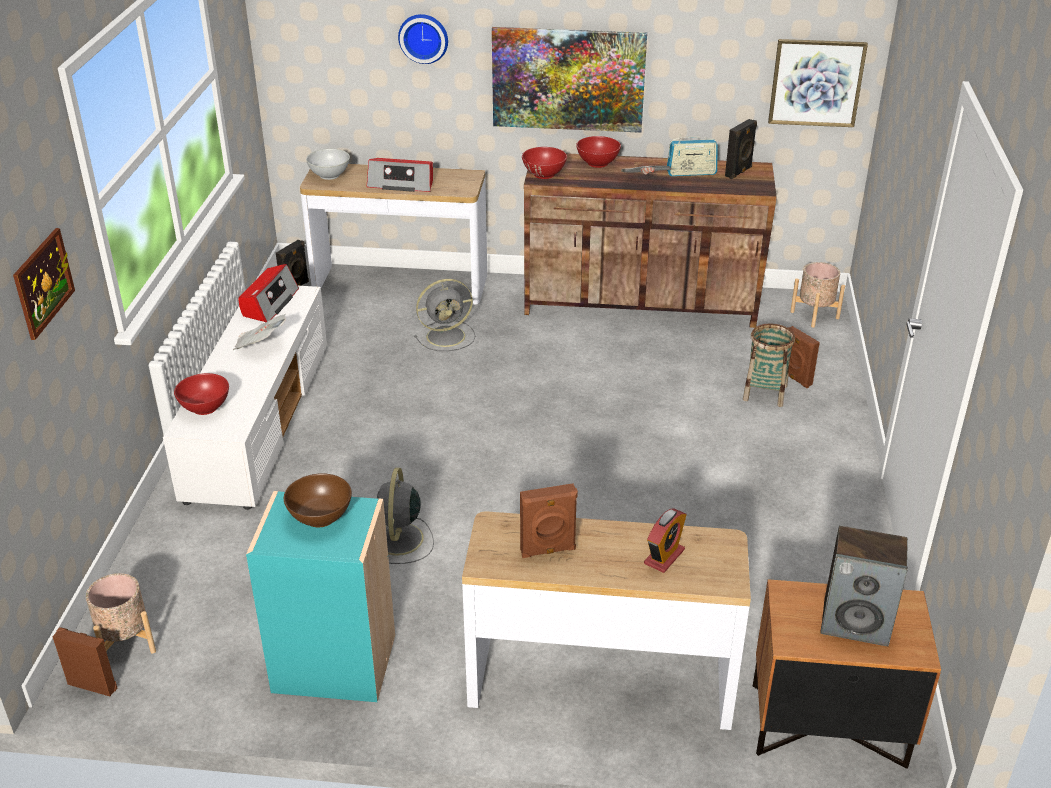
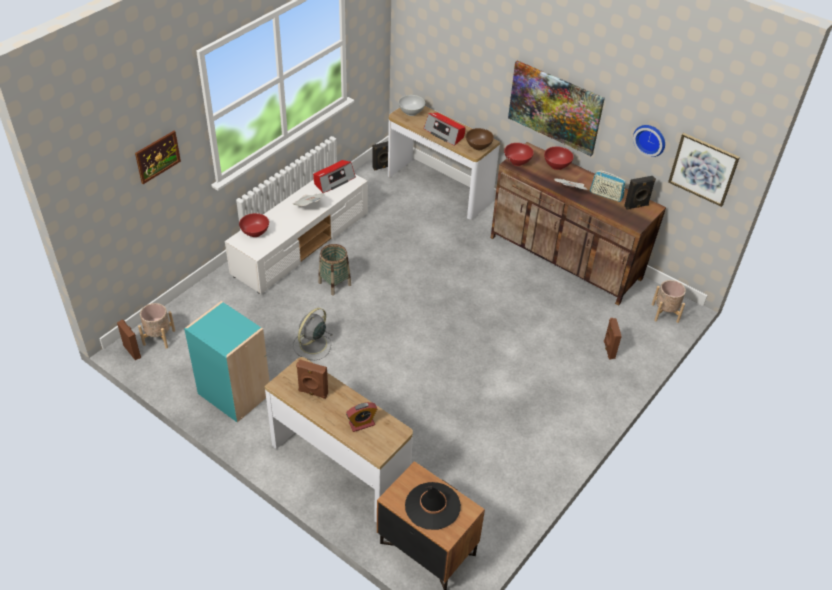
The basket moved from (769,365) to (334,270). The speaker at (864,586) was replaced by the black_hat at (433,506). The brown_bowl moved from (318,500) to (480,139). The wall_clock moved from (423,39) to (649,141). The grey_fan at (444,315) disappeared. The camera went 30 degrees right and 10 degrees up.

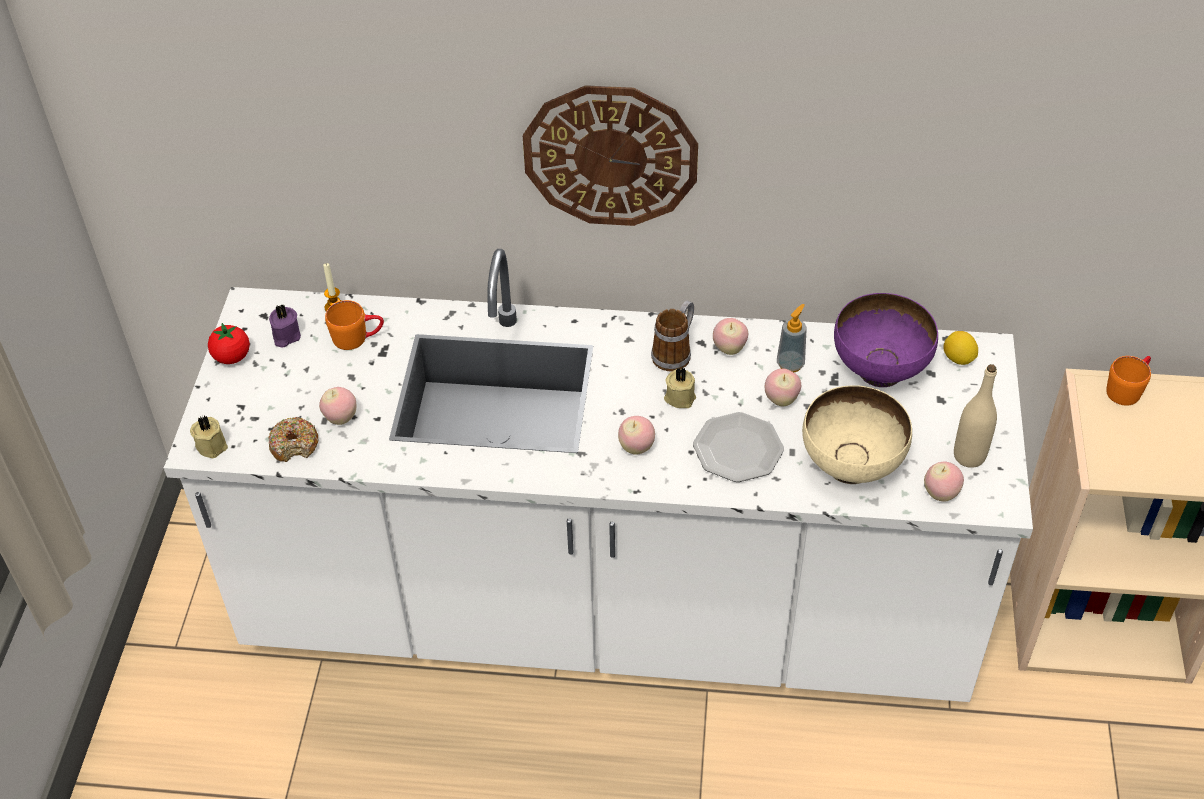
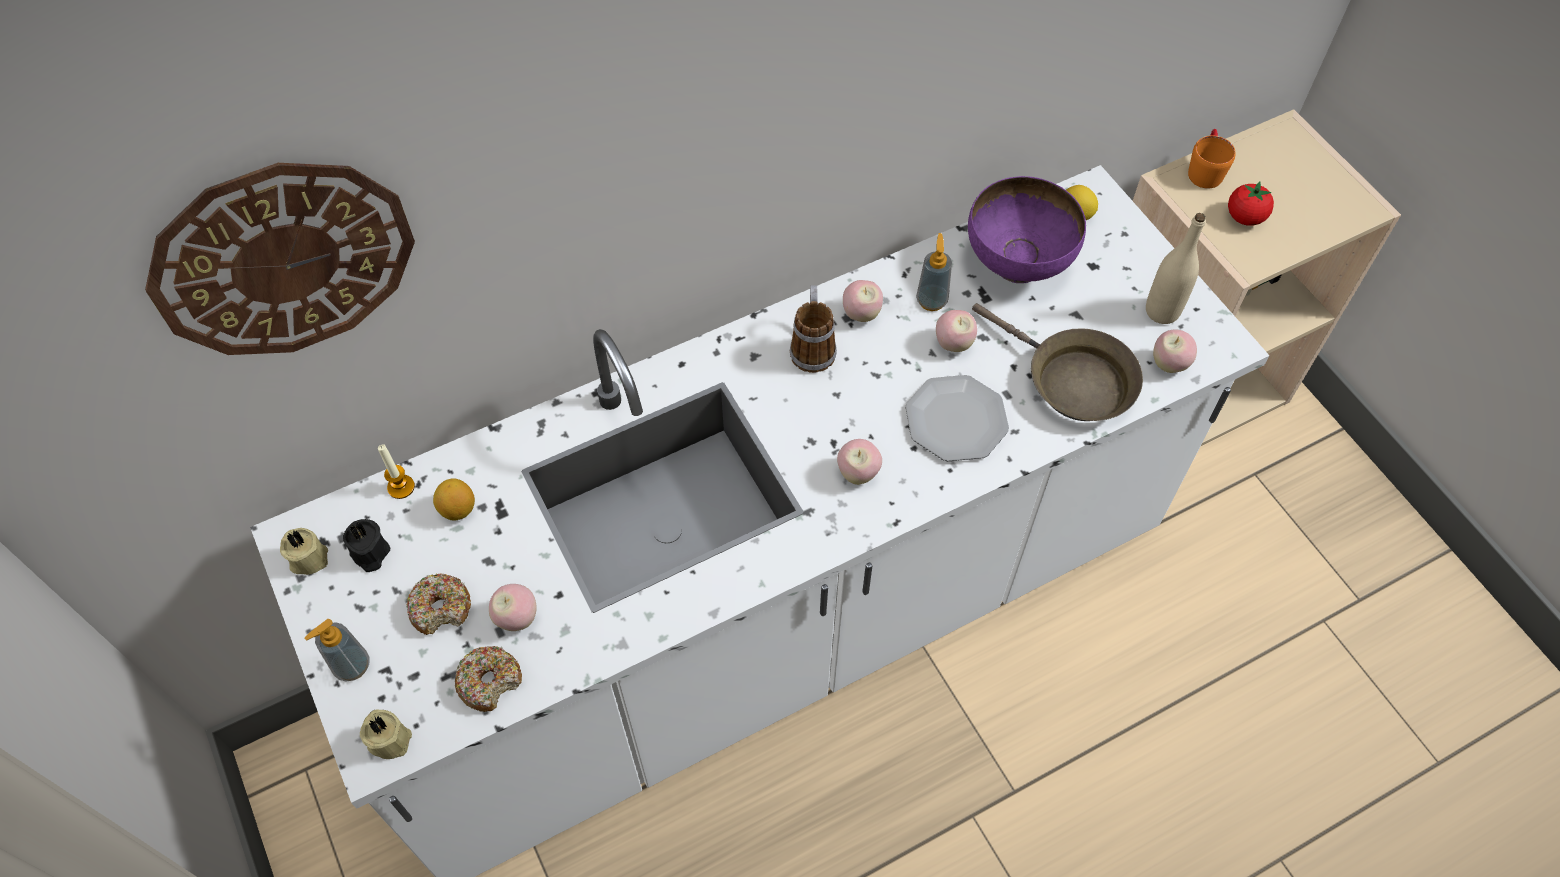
The wall_clock moved from (610,155) to (280,259). The beige_candle moved from (680,387) to (304,551). The soap_dispenser at (337,650) appeared. The purple_candle at (285,326) became the black_candle at (366,545). The donut at (438,604) appeared. The orange_mug at (354,325) was replaced by the lemon at (454,499). The beige_bowl at (857,434) was replaced by the brown_frying_pan at (1057,362). The tomato moved from (229,343) to (1251,203). The camera went 35 degrees left and 10 degrees up.

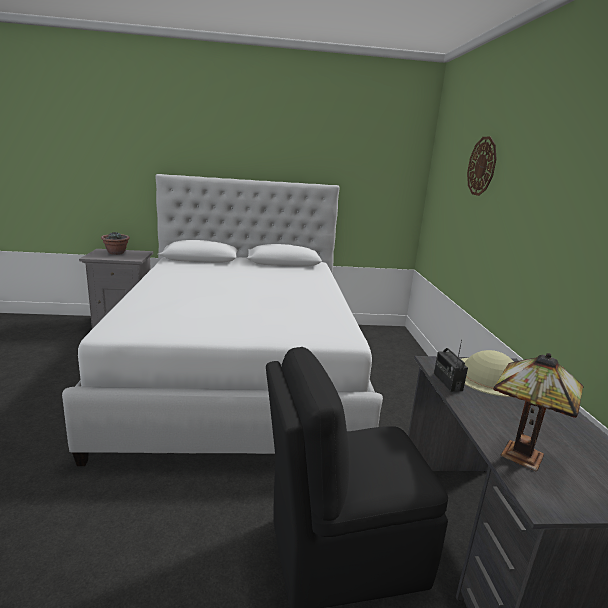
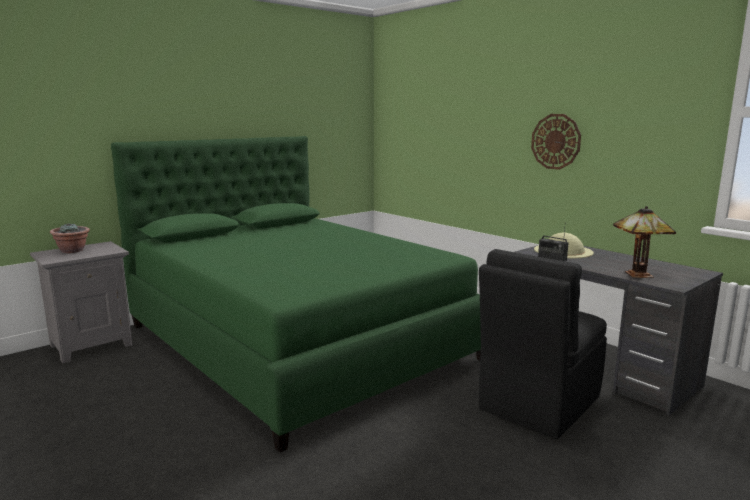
The white_bed at (222,320) became the green_bed at (296,294). The wall_clock moved from (482,166) to (556,142). The camera went 35 degrees left and 5 degrees down.

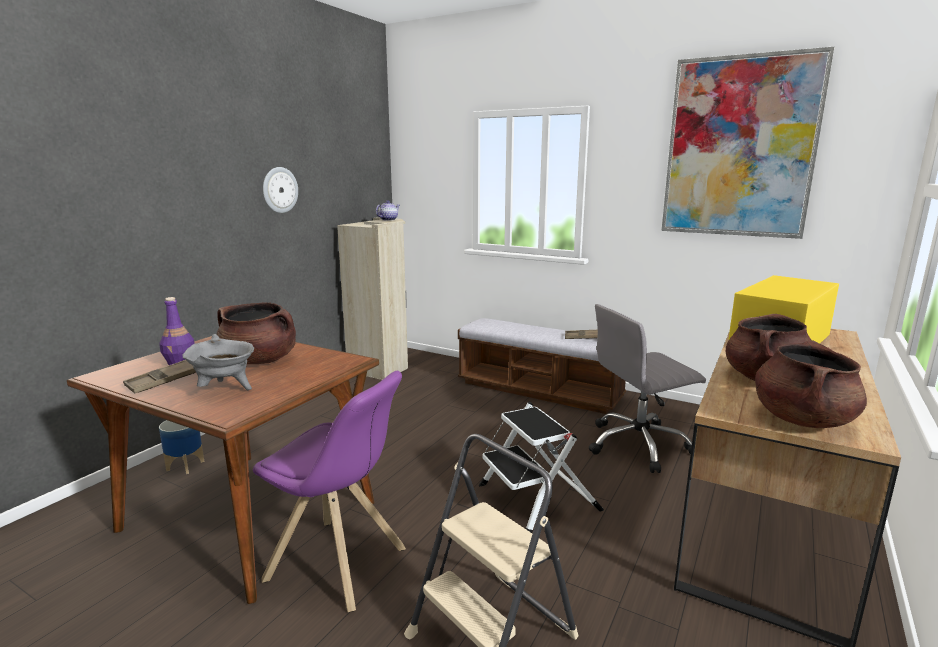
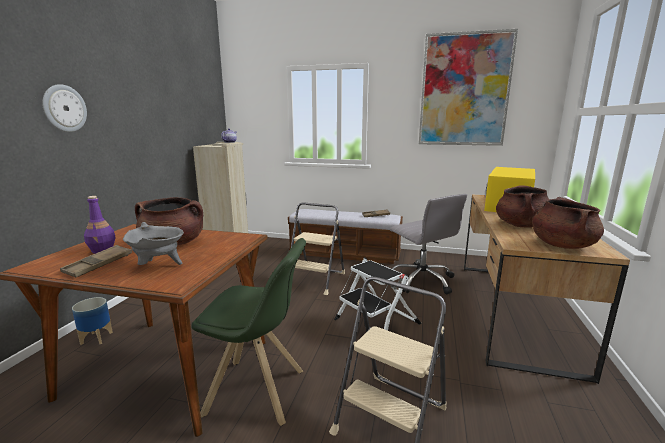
The wall_clock moved from (280,190) to (64,108). The purple_chair at (329,491) became the green_chair at (249,332). The beige_step_ladder at (318,248) appeared. The grey_office_chair at (647,388) turned 90 degrees counterclockwise. The camera went 15 degrees left and 0 degrees up.

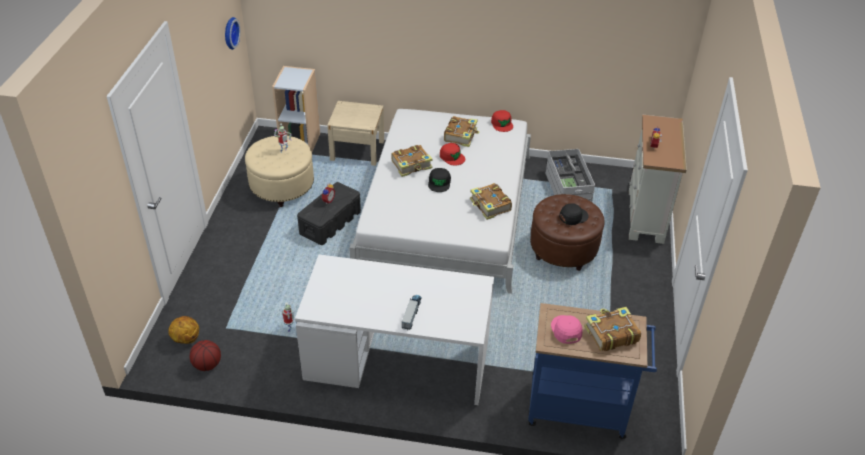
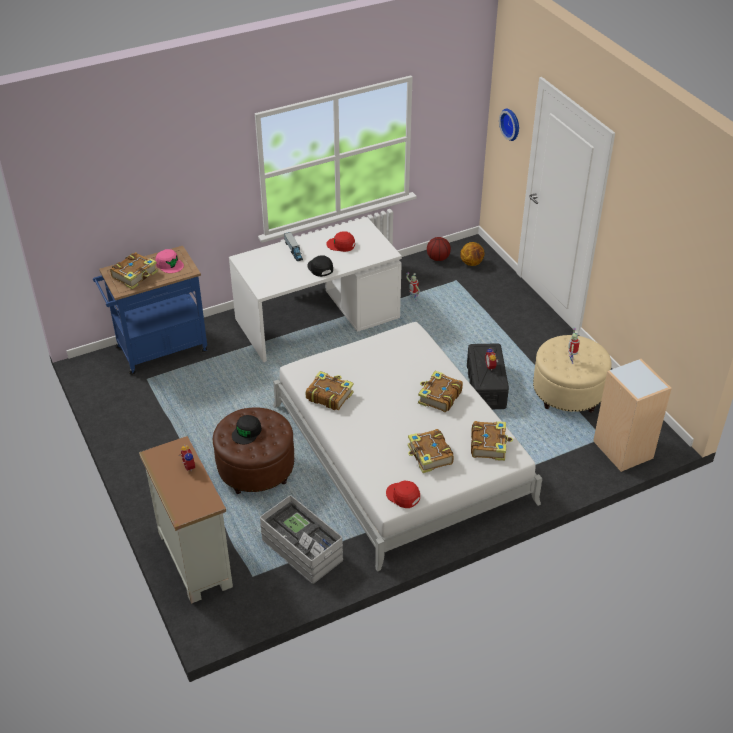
The black_cap moved from (439,180) to (320,266). The red_cap moved from (452,154) to (340,241). The book at (492,441) appeared. The wall_clock moved from (233,33) to (509,125). The beige_nightstand at (355,133) disappeared. The camera went 145 degrees right and 0 degrees up.

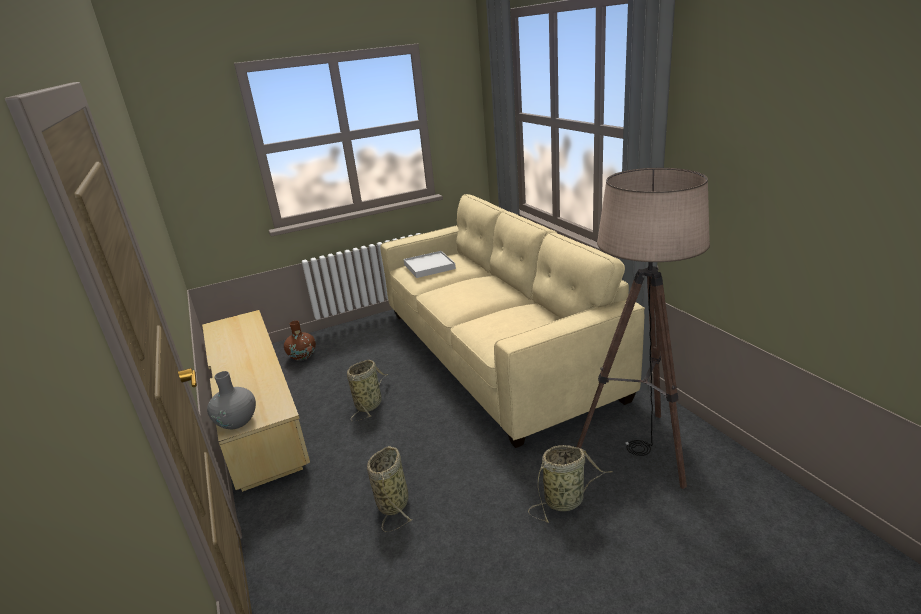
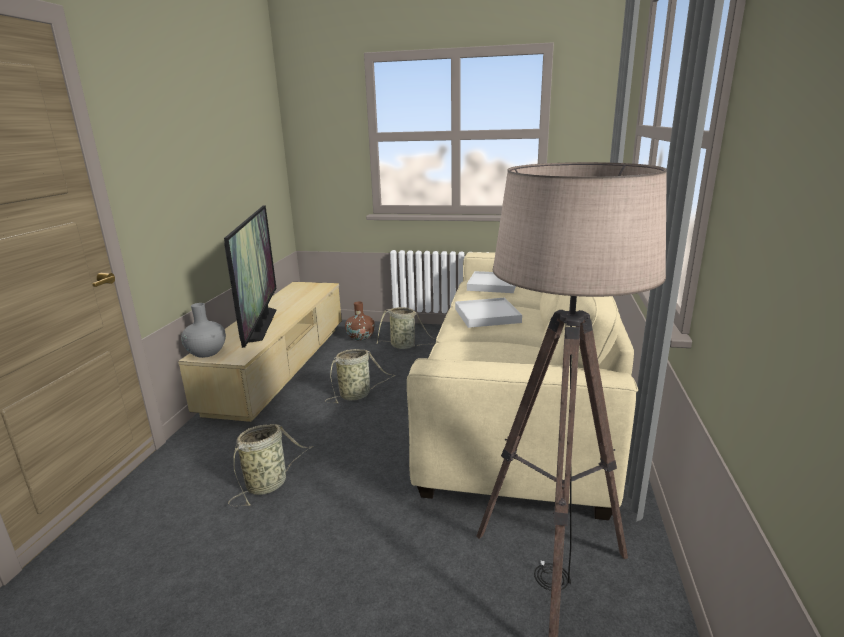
The television at (250,276) appeared. The basket moved from (570,484) to (406,328). The white_tray at (488,313) appeared. The camera went 35 degrees right and 5 degrees down.

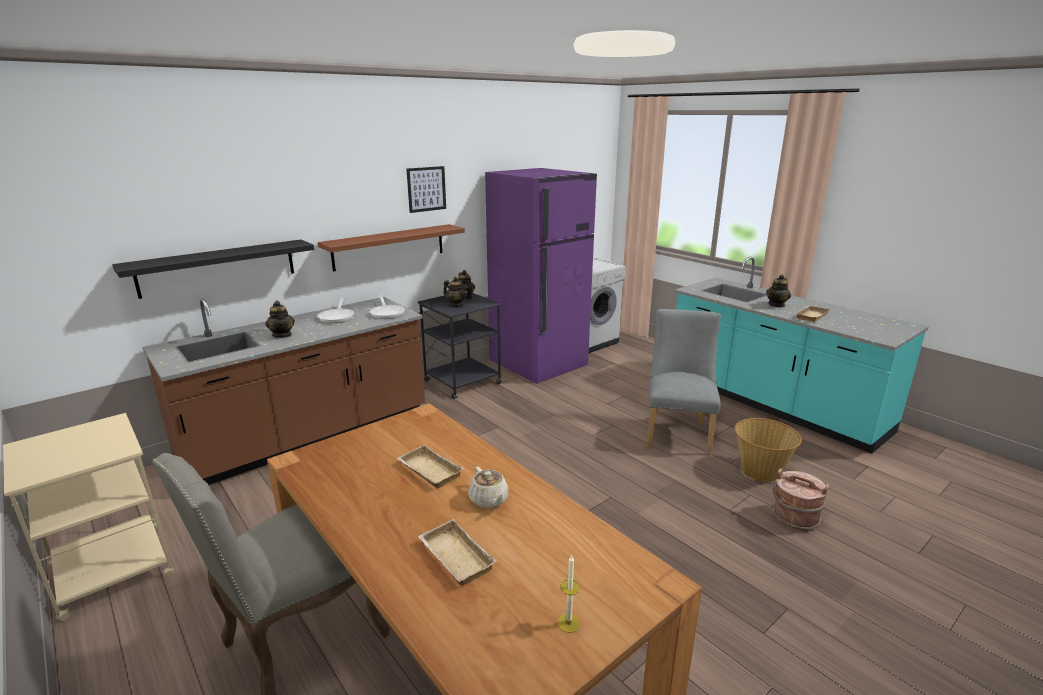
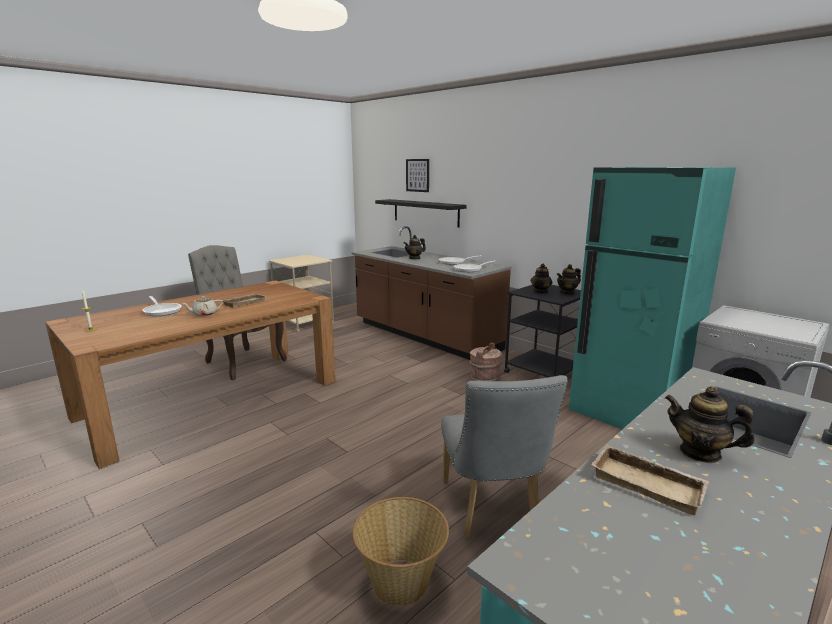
The beige_tray at (457,552) was replaced by the frying_pan at (162,306). The picture moved from (426,189) to (417,175). The grey_chair at (684,381) turned 75 degrees clockwise. The brown_bucket moved from (800,499) to (485,362). The purple_fridge at (541,276) became the turquoise_fridge at (652,298). The brown_shelf at (391,248) disappeared. The camera went 85 degrees right and 5 degrees down.

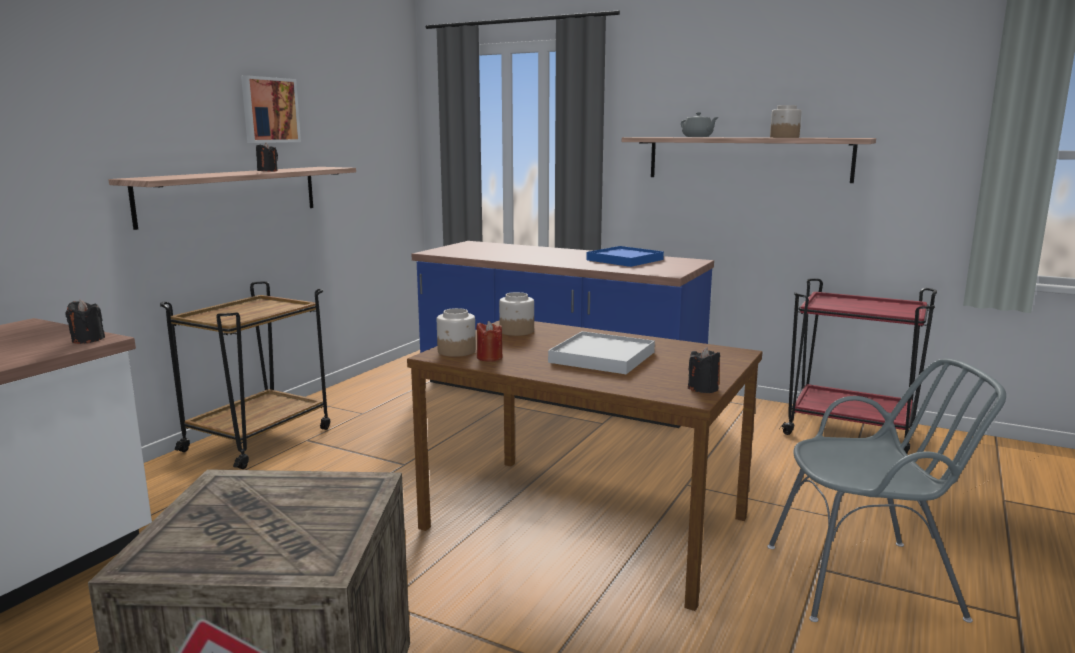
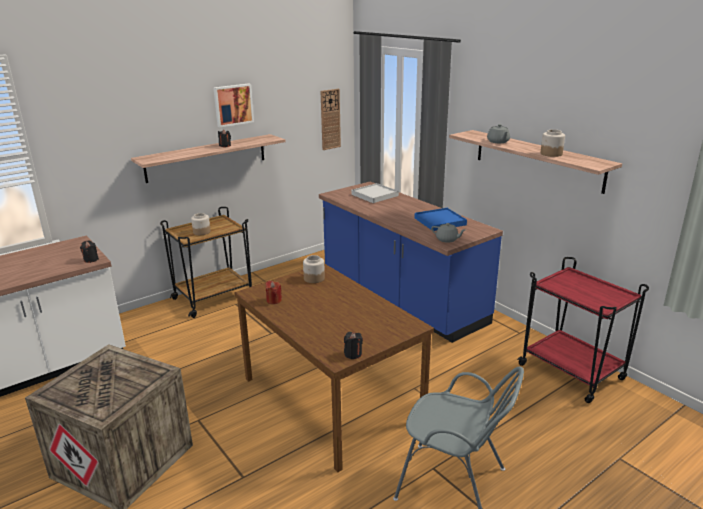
The jar moved from (456,332) to (201,224). The wall_clock at (330,119) appeared. The white_tray moved from (601,352) to (375,193). The grey_teapot at (448,233) appeared. The camera went 25 degrees right and 10 degrees up.

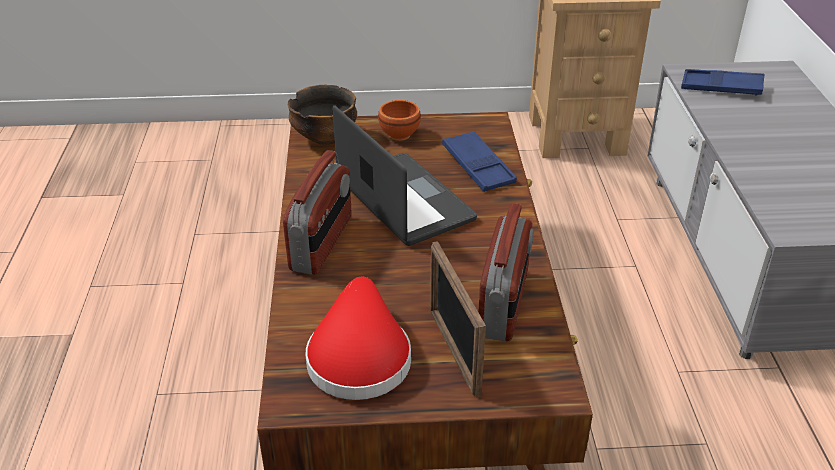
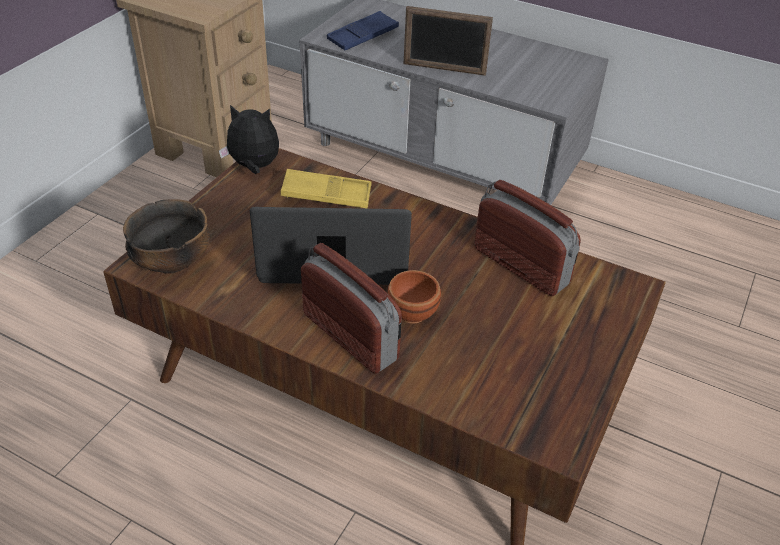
The plush_toy at (249,139) appeared. The blue_tray at (479,161) became the yellow_tray at (326,188). The brown_bowl moved from (399,120) to (414,297). The picture_frame moved from (458,319) to (448,41). The red_hat at (358,338) disappeared. The camera went 60 degrees left and 5 degrees up.

